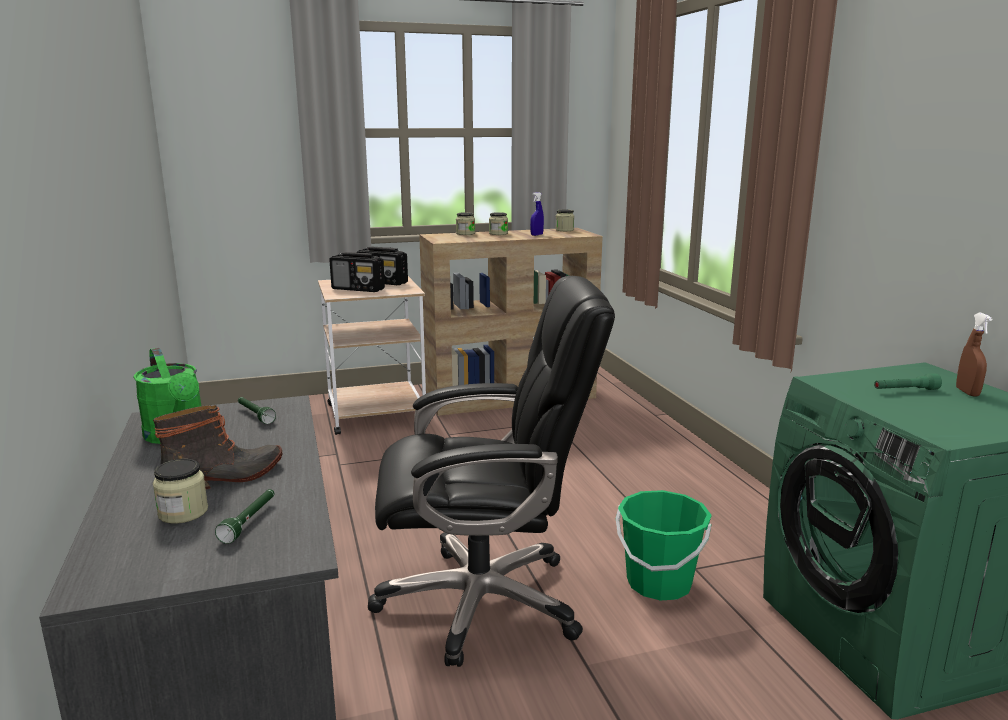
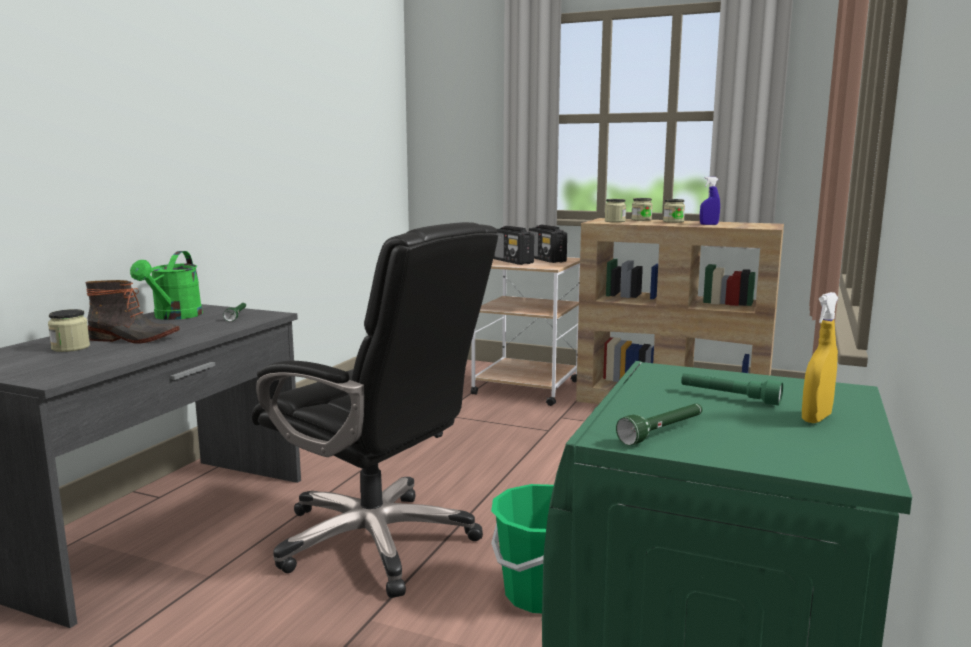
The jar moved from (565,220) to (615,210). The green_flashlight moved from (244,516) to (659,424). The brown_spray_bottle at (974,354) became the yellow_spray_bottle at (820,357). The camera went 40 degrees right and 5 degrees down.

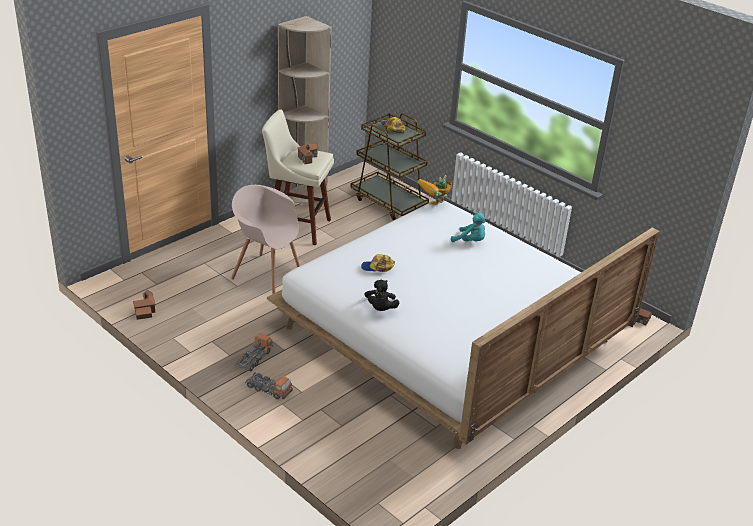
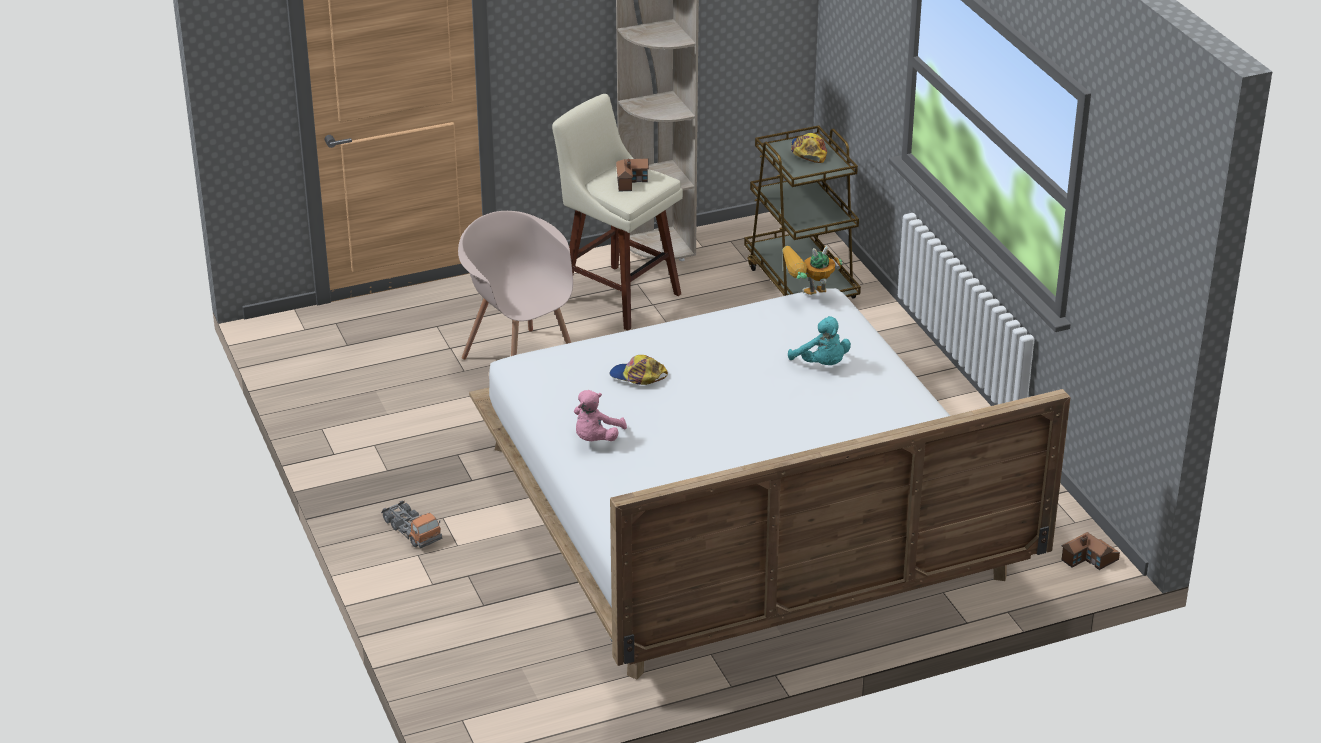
The black_plush_toy at (382,295) became the pink_plush_toy at (600,415). The toy_house at (144,305) disappeared. The toy_truck at (254,352) disappeared. The camera went 25 degrees right and 0 degrees up.

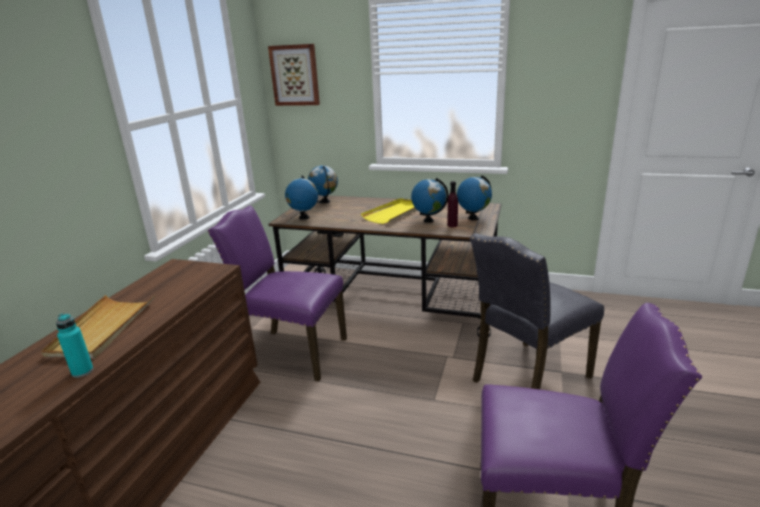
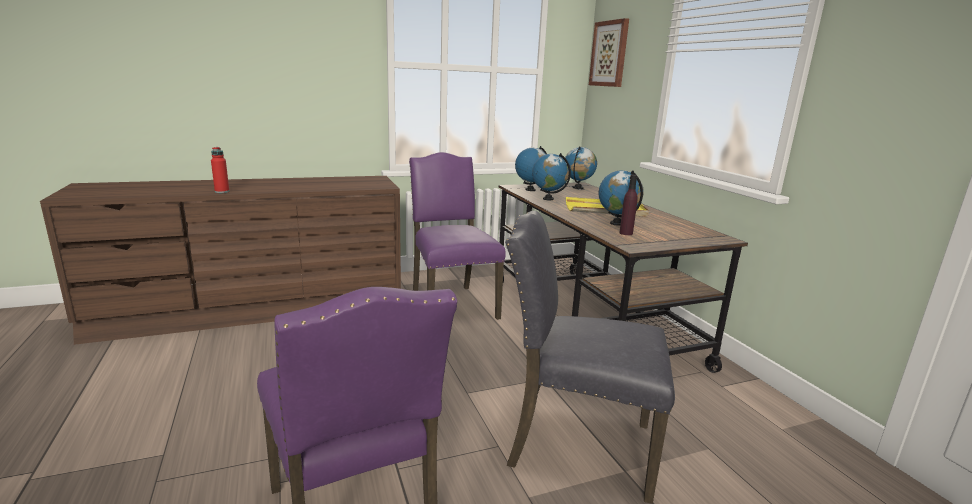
The turquoise_bottle at (74,345) became the red_bottle at (220,170). The globe moved from (474,198) to (551,176). The beige_tray at (98,326) disappeared. The camera went 50 degrees right and 5 degrees down.

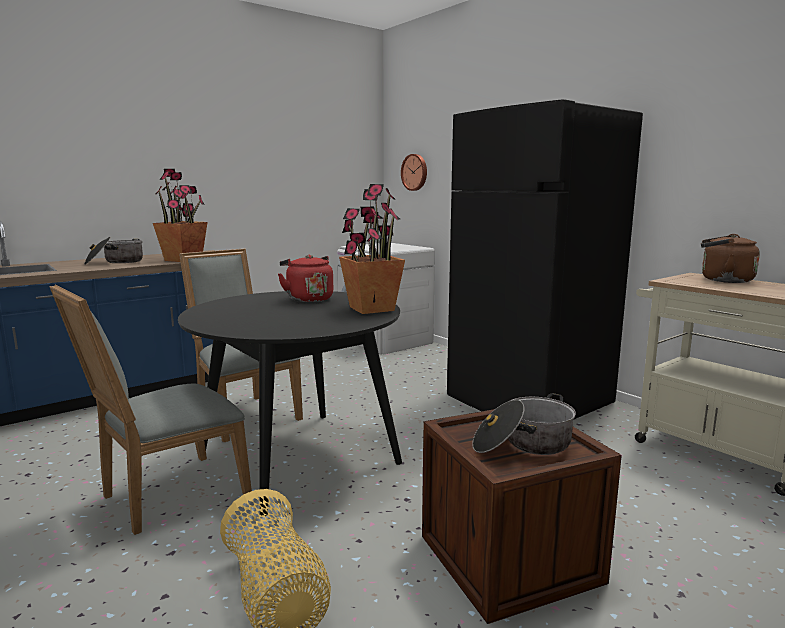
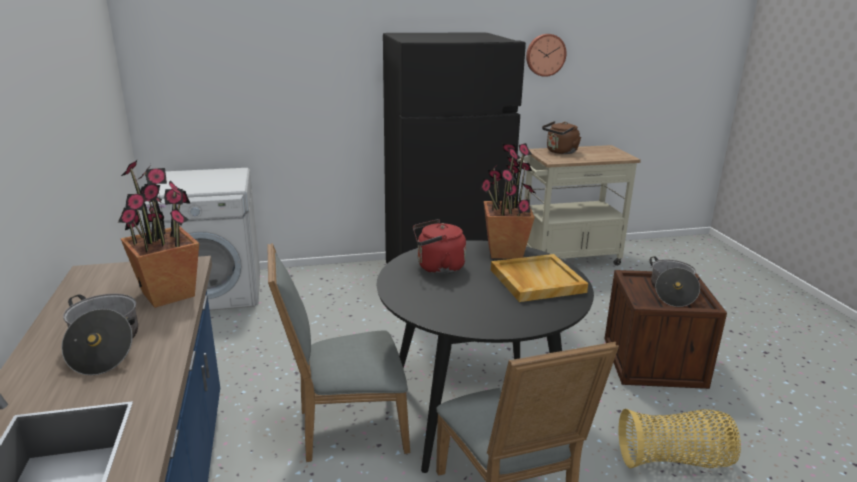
The beige_tray at (539,278) appeared. The wall_clock moved from (414,172) to (546,55). The camera went 65 degrees left and 10 degrees up.

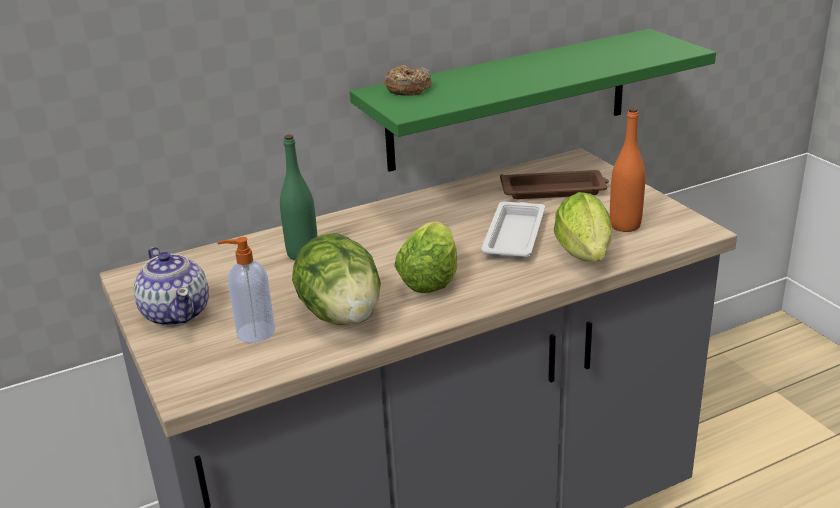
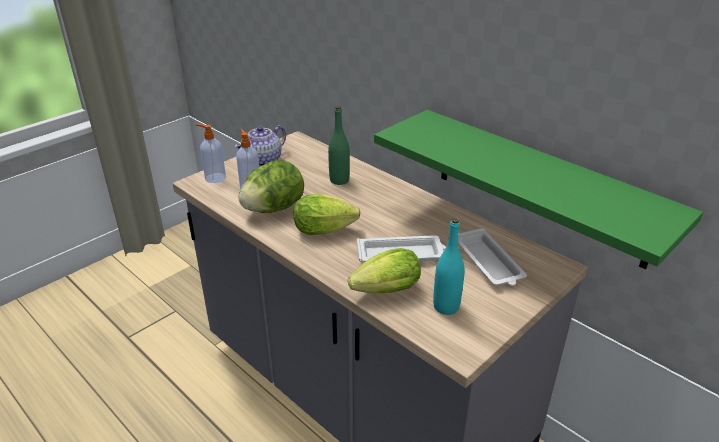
The soap_dispenser at (211,153) appeared. The orange_bottle at (627,169) became the turquoise_bottle at (449,266). The brown_tray at (554,184) became the white_tray at (492,257). The donut at (408,80) disappeared. The camera went 70 degrees right and 5 degrees up.

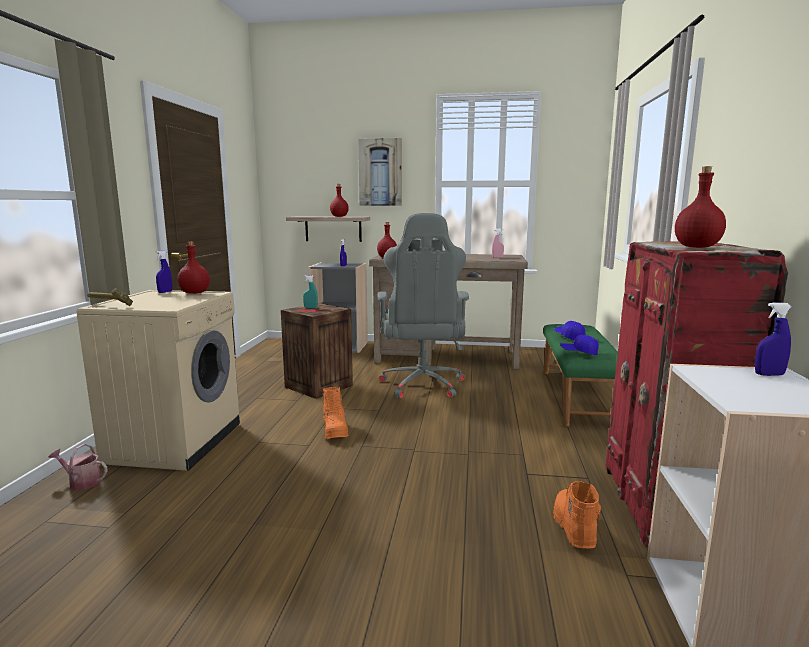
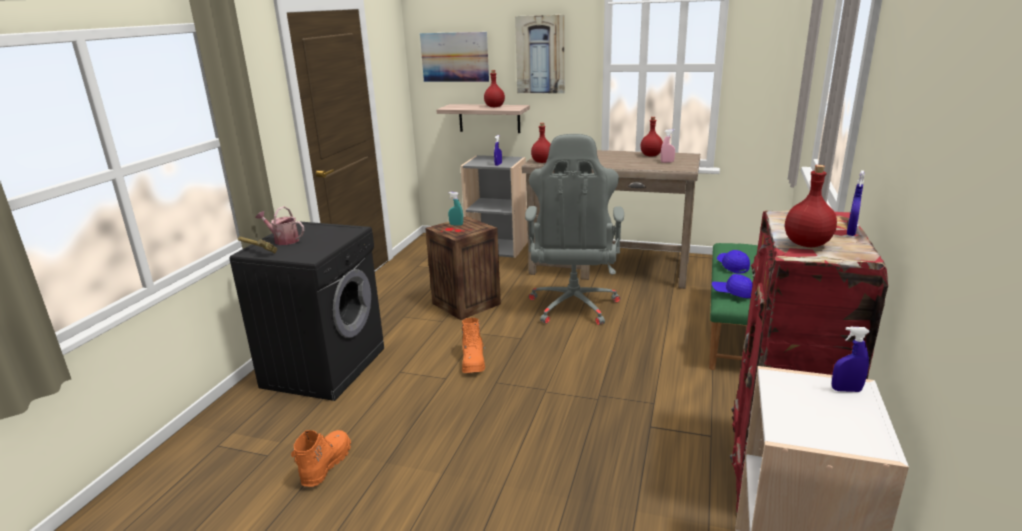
The beige_washing_machine at (158,380) became the black_washing_machine at (306,311). The watering_can moved from (78,467) to (280,225). The orange_boot moved from (577,514) to (321,458). The picture at (454,57) appeared. The red_bottle moved from (193,267) to (652,136). The blue_spray_bottle moved from (163,271) to (855,203). The camera went 10 degrees right and 10 degrees up.

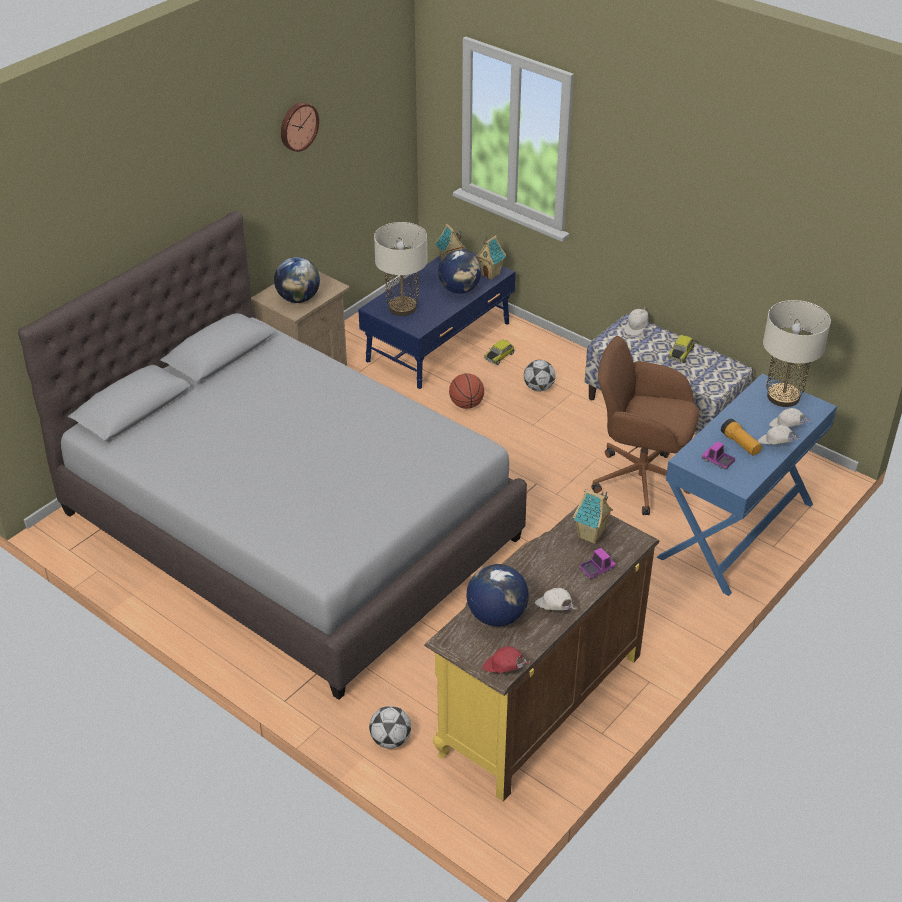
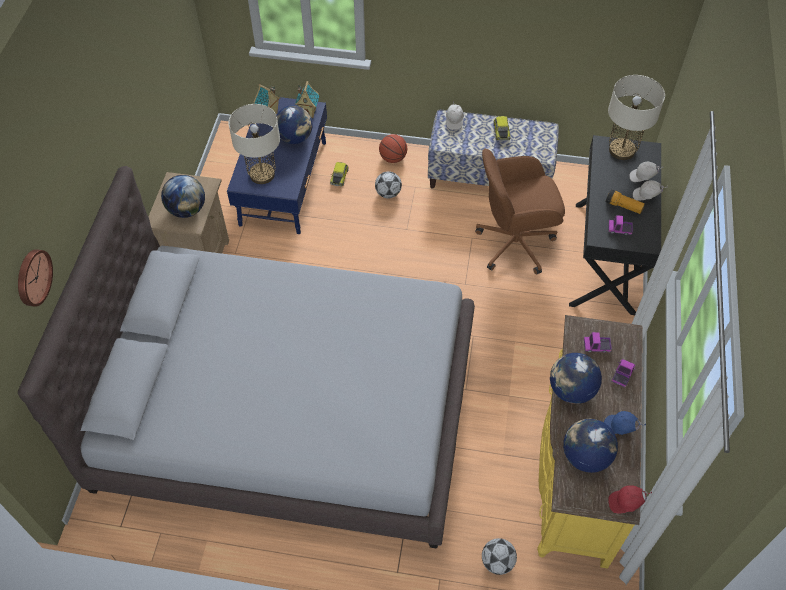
The wall_clock moved from (300,127) to (35,278). The basketball moved from (466,391) to (393,148). The globe at (576,378) appeared. The blue_desk at (747,485) became the black_desk at (615,225). The toy_house at (593,516) was replaced by the toy_truck at (598,342). The white_cap at (556,599) became the blue_cap at (625,423). The camera went 30 degrees left and 15 degrees up.

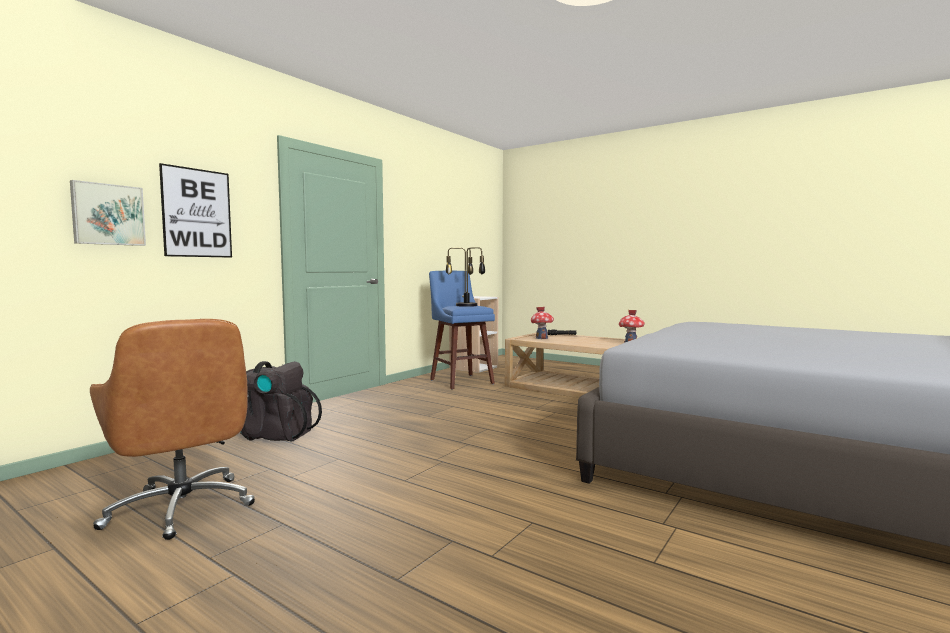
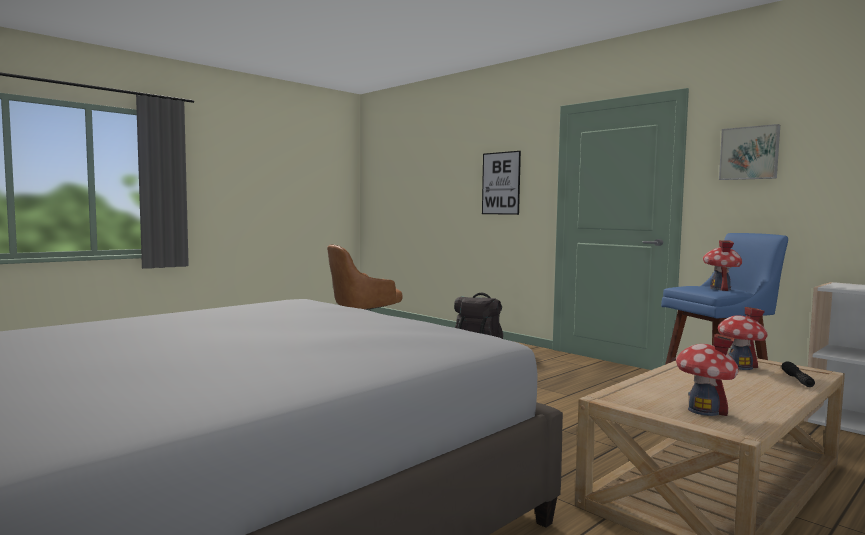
The table_lamp at (465,277) was replaced by the toy_house at (722,265). The picture moved from (108,213) to (749,152). The camera went 100 degrees right and 0 degrees up.

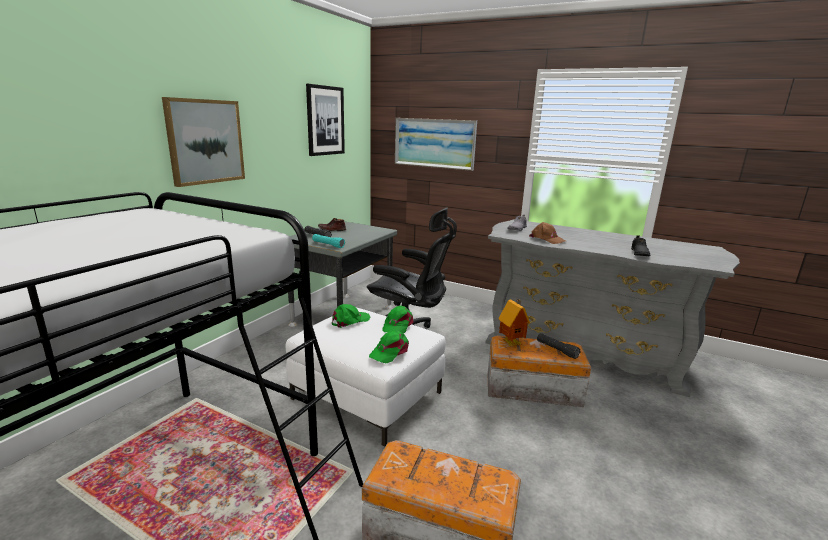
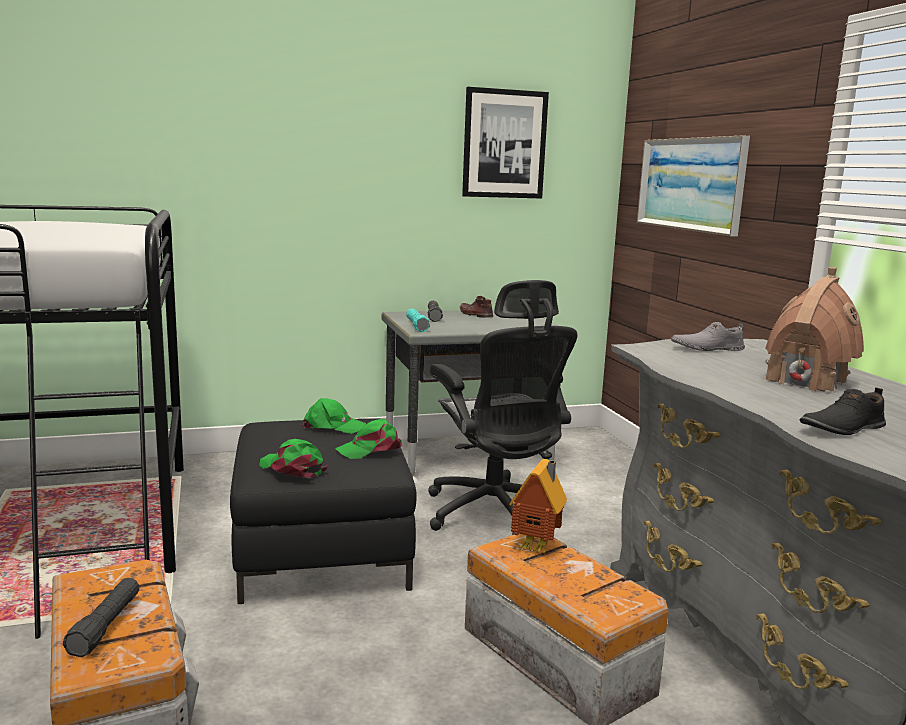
The black_flashlight moved from (558,346) to (101,617). The white_ottoman at (366,377) became the black_ottoman at (323,511). The green_cap at (389,346) turned 45 degrees clockwise. The toy_house at (814,330) appeared. The picture at (203,142) disappeared. The brown_cap at (547,233) disappeared. The camera went 45 degrees right and 5 degrees down.

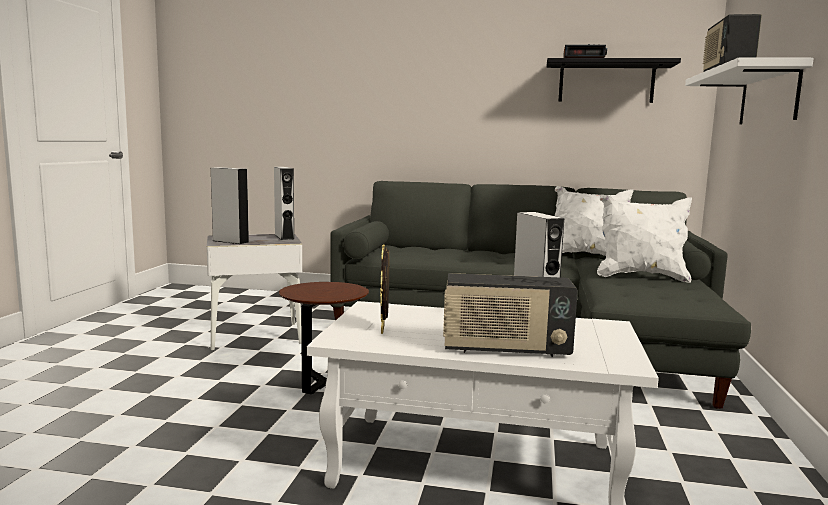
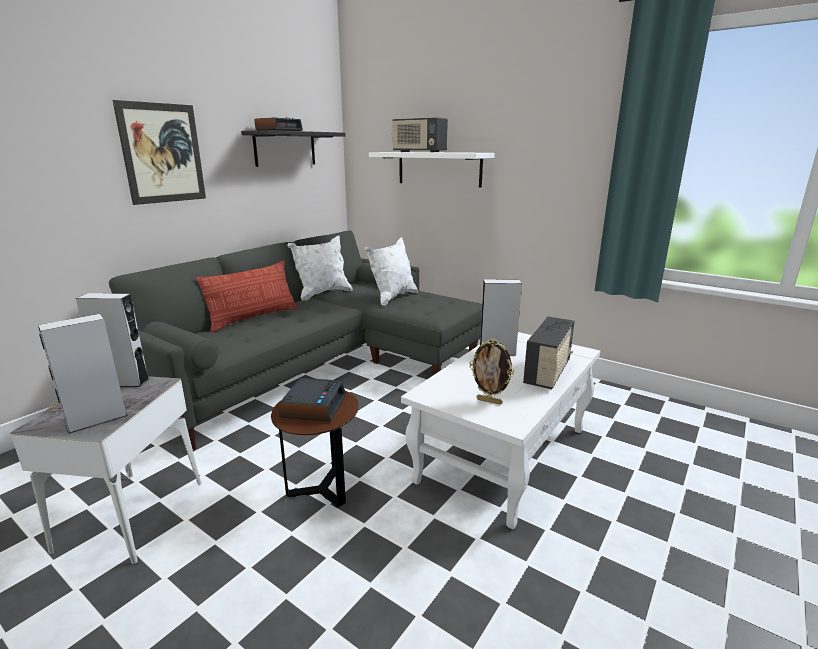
The picture at (159,152) appeared. The pillow at (247,296) appeared. The alarm_clock at (312,400) appeared. The camera went 65 degrees left and 10 degrees up.

